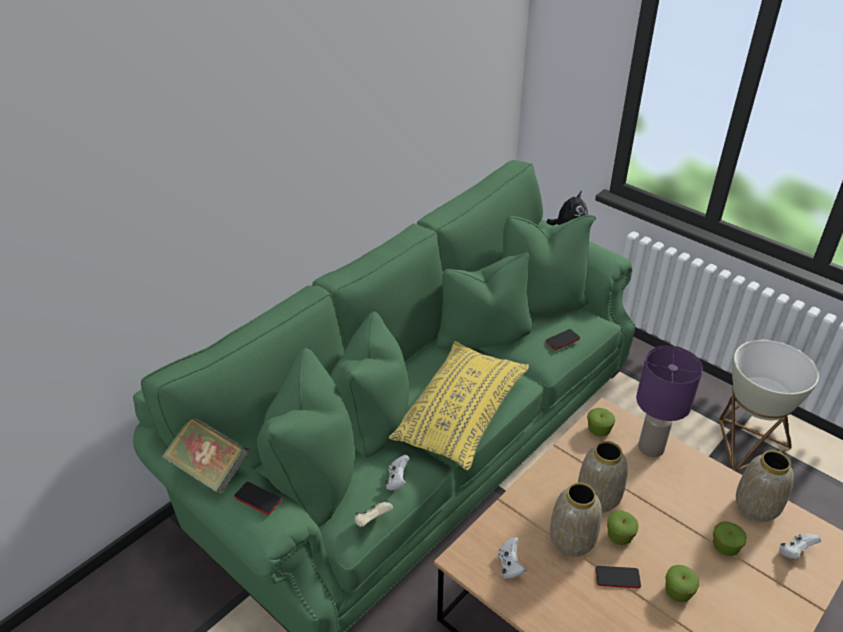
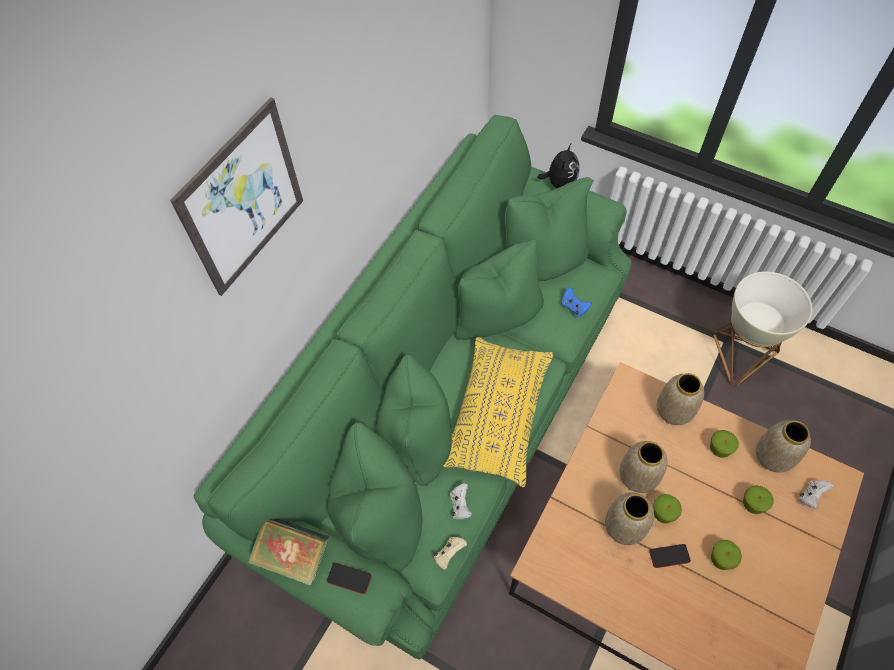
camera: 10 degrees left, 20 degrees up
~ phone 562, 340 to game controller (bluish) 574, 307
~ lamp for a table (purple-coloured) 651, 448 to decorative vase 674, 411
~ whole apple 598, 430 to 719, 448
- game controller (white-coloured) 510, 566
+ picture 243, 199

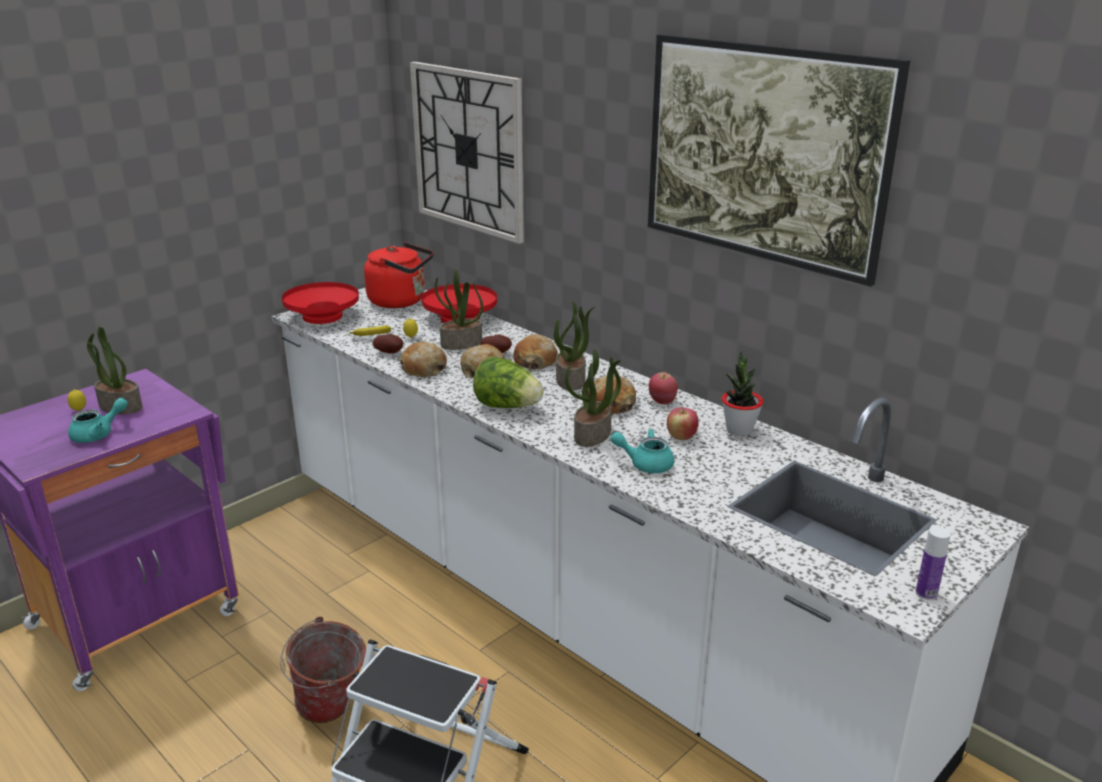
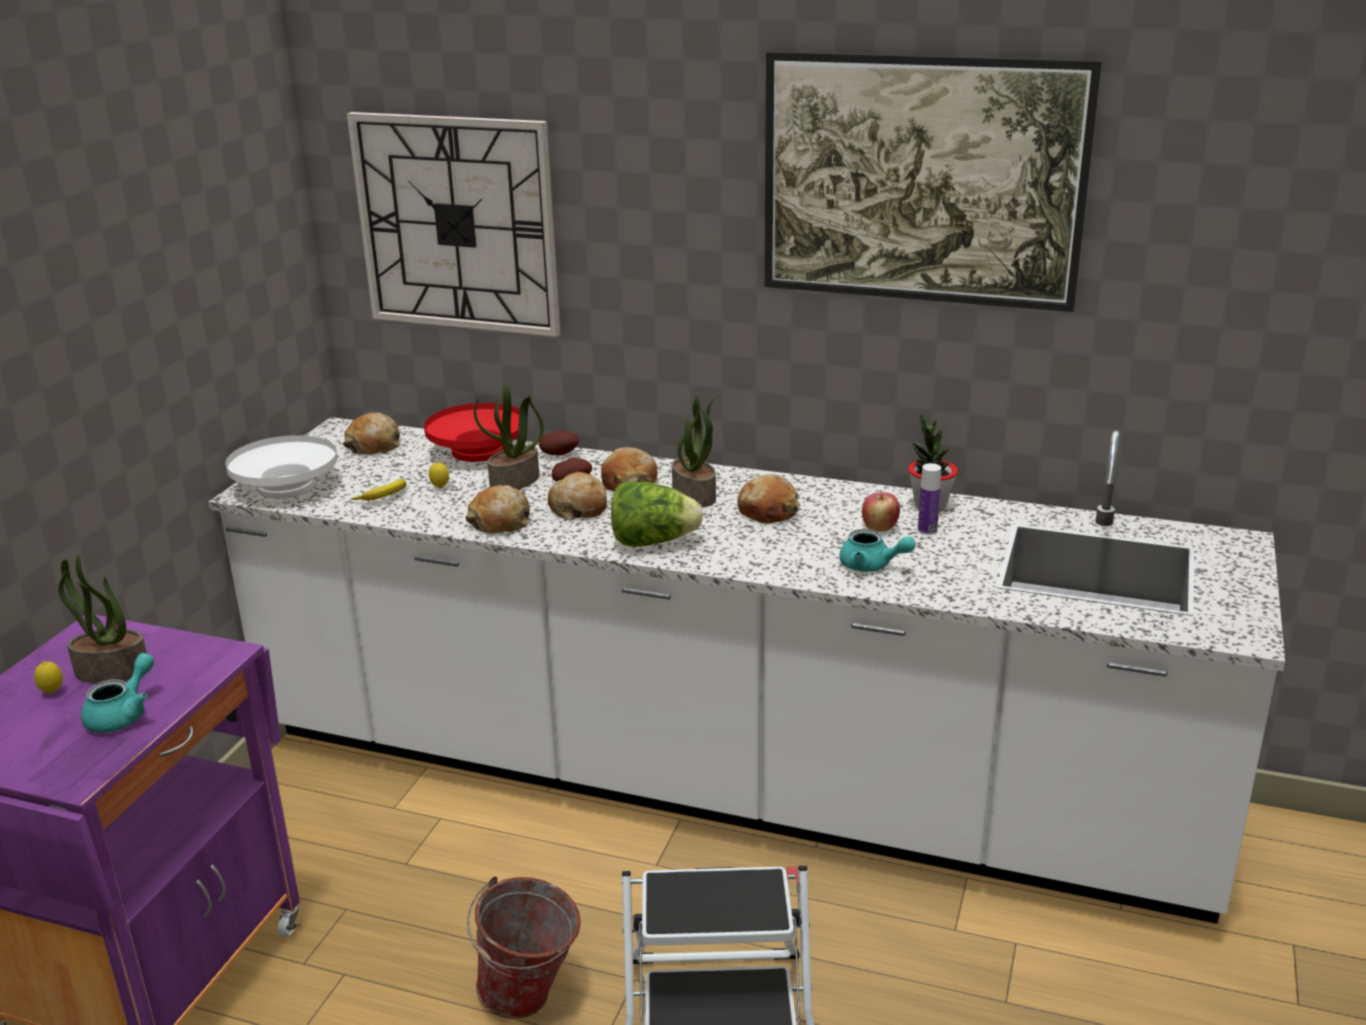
camera: 25 degrees left, 0 degrees up
~ tea kettle (red) 401, 301 to bread 374, 445
~ serving bowl (red) 323, 316 to serving bowl (white-coloured) 286, 487
~ spud 390, 353 to 560, 454
- potted plant 593, 435
- whole apple 662, 401
~ tea pot (turquoise) 645, 463 = 871, 566 135 degrees counterclockwise
~ drink bottle 926, 593 to 927, 530

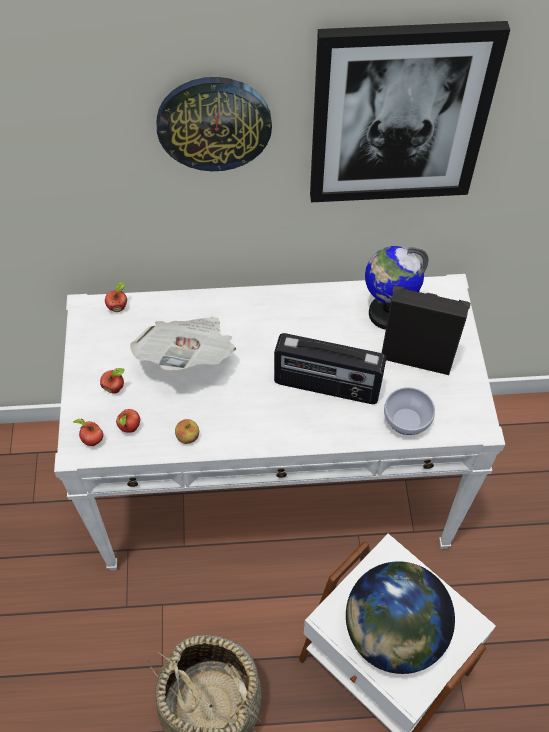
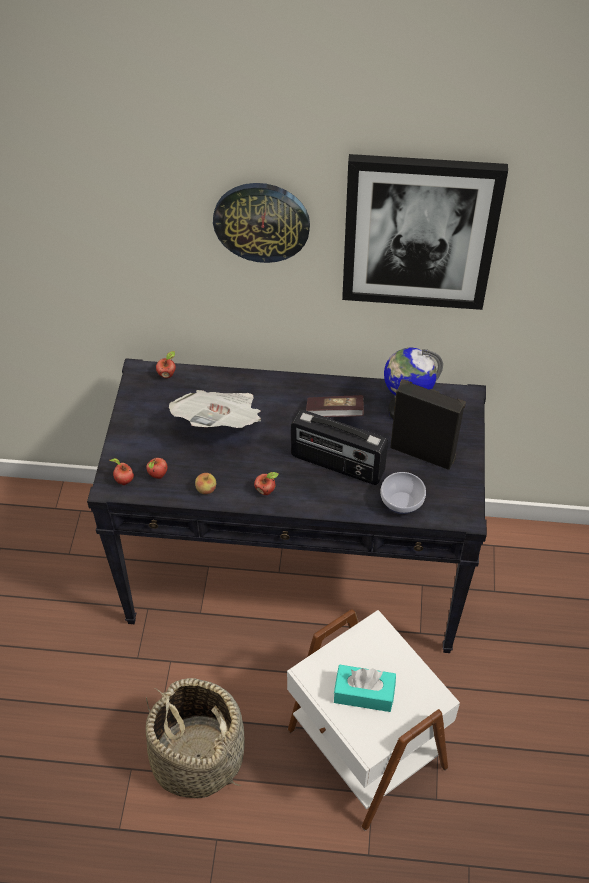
camera: 10 degrees right, 5 degrees down
~ hall table (white-coloured) 275, 485 to hall table (black-coloured) 296, 572
~ whole apple 115, 388 to 266, 491
~ desk globe 393, 633 to tissue holder (turquoise) 364, 693
+ volume 335, 414

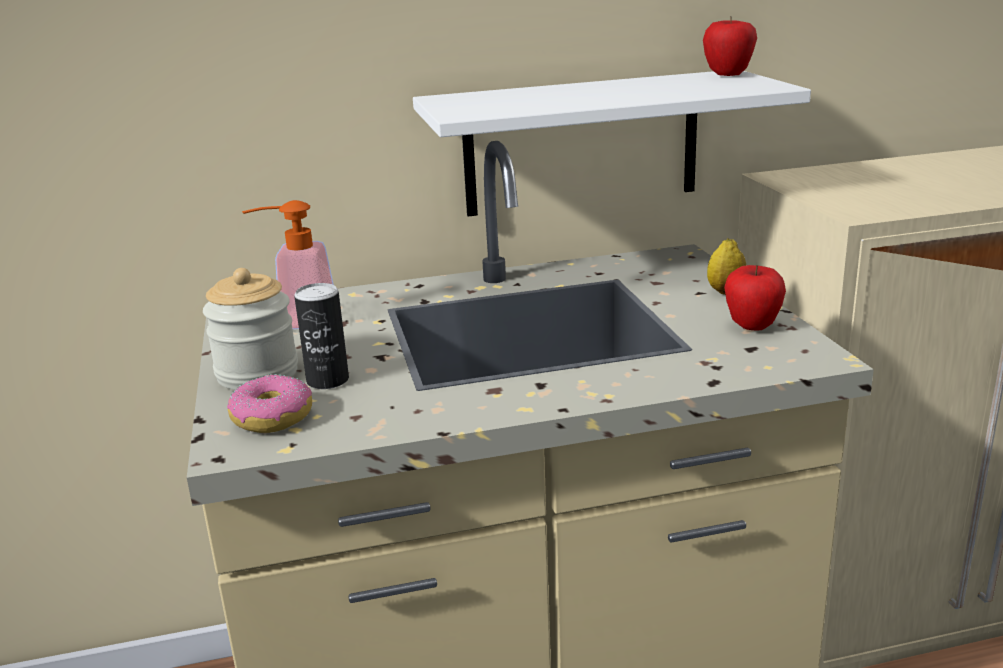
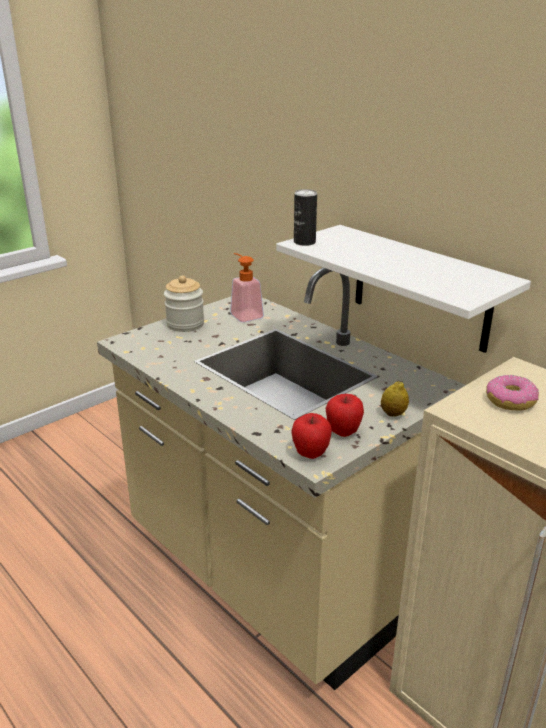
camera: 60 degrees right, 5 degrees up
~ whole apple 728, 75 to 310, 454
~ can 328, 380 to 304, 242
~ donut 272, 417 to 510, 400

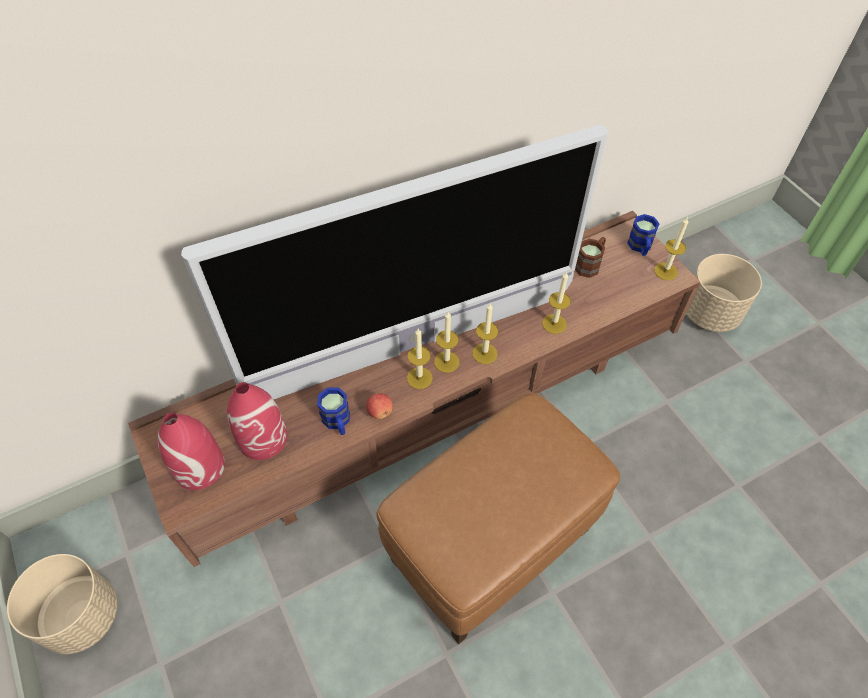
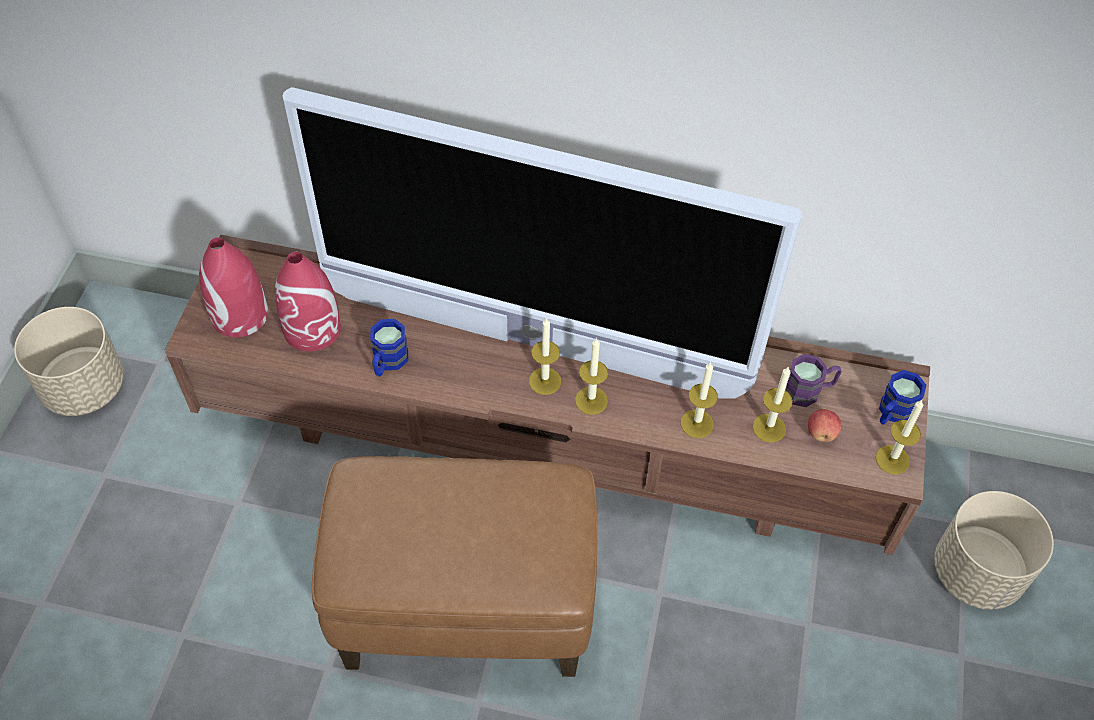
camera: 40 degrees right, 0 degrees up
~ tea mug (brown-coloured) 590, 264 to tea mug (purple-coloured) 809, 391
~ wax light 419, 378 to 769, 428
~ whole apple 380, 412 to 821, 433

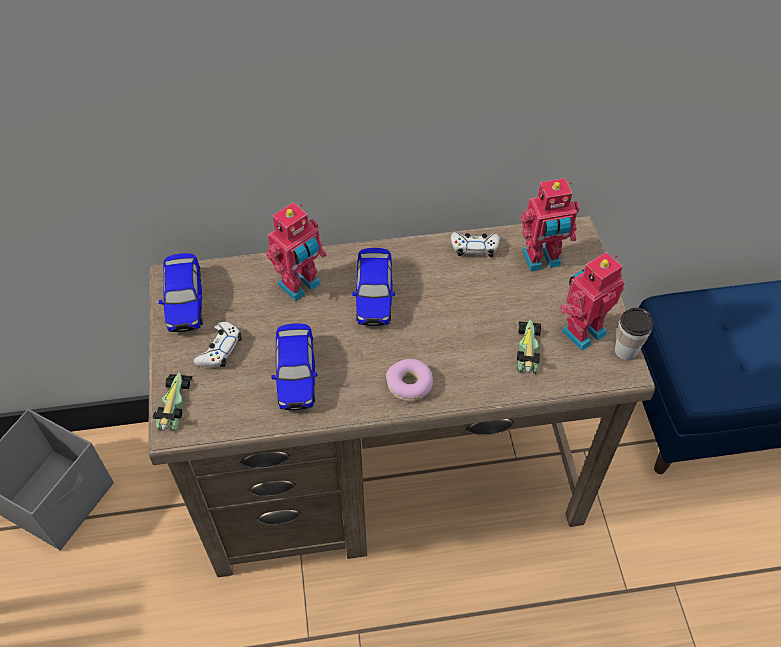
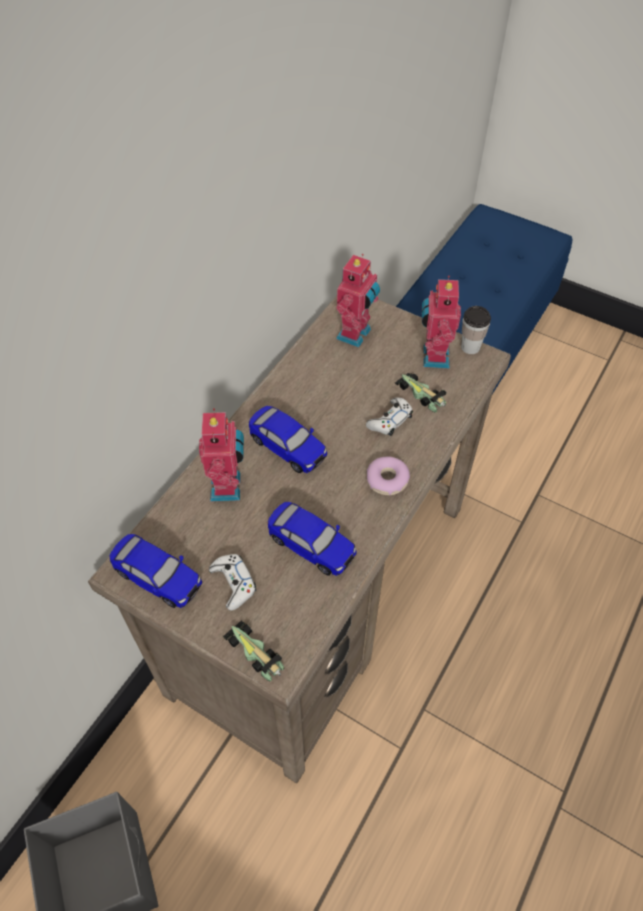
camera: 50 degrees left, 0 degrees up
~ game controller (white-coloured) 474, 247 to 390, 420

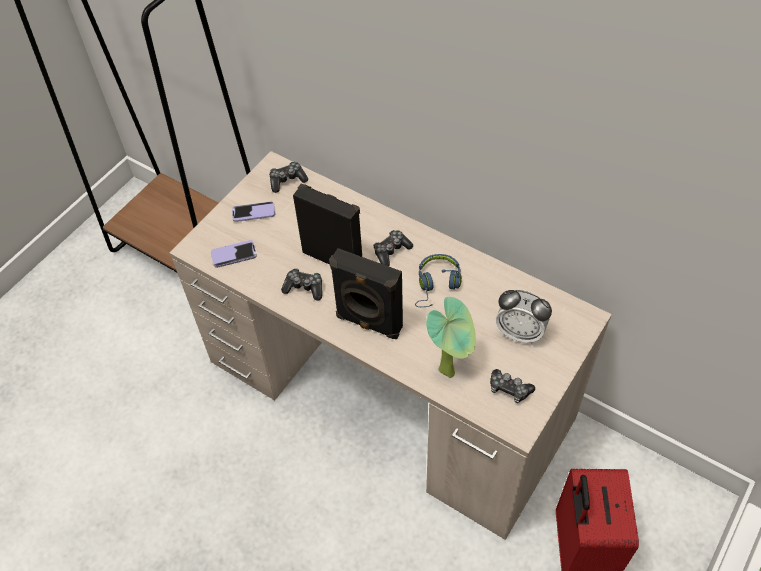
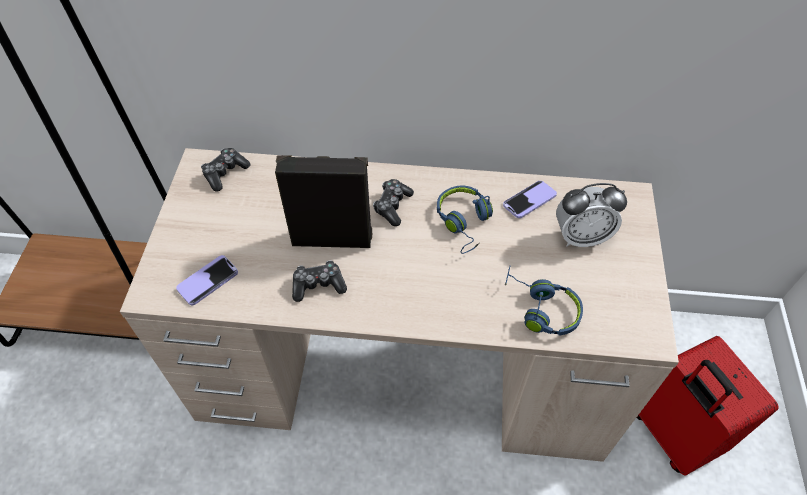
camera: 30 degrees left, 0 degrees up
~ phone 253, 212 to 529, 200
- loudspeaker (black-coloured) 368, 323
~ potted plant 450, 370 to headphones (bluish) 540, 308
- game controller 509, 389

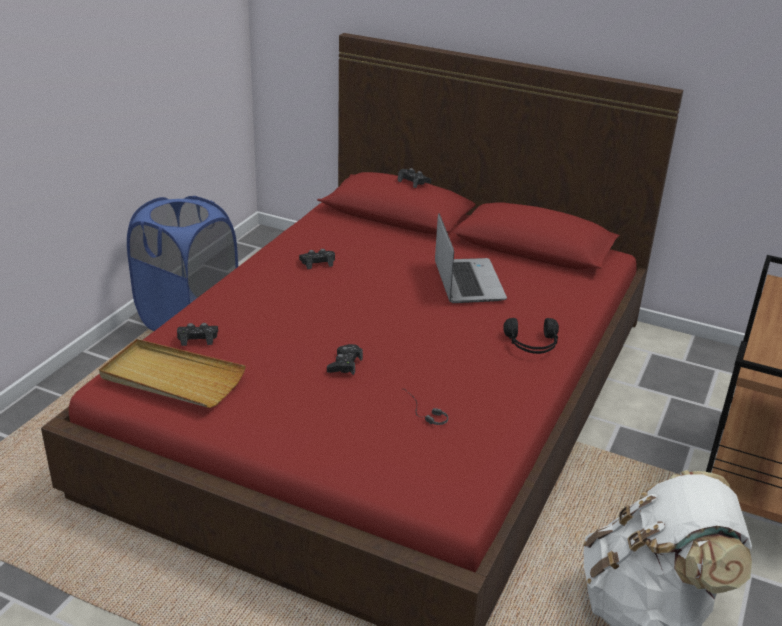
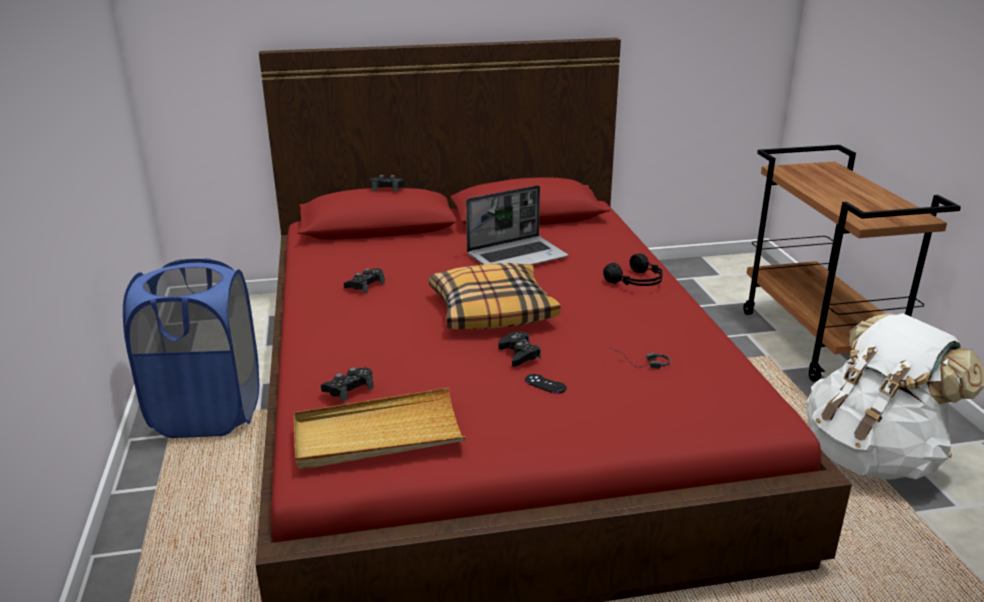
camera: 35 degrees left, 5 degrees down
~ notebook computer 467, 282 = 517, 256 105 degrees clockwise
+ throw pillow 492, 310
+ game controller (black-coloured) 545, 384

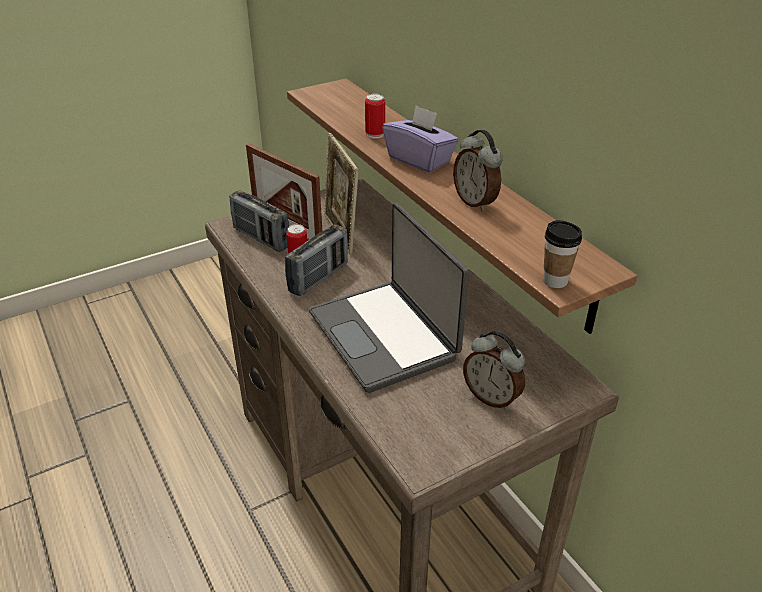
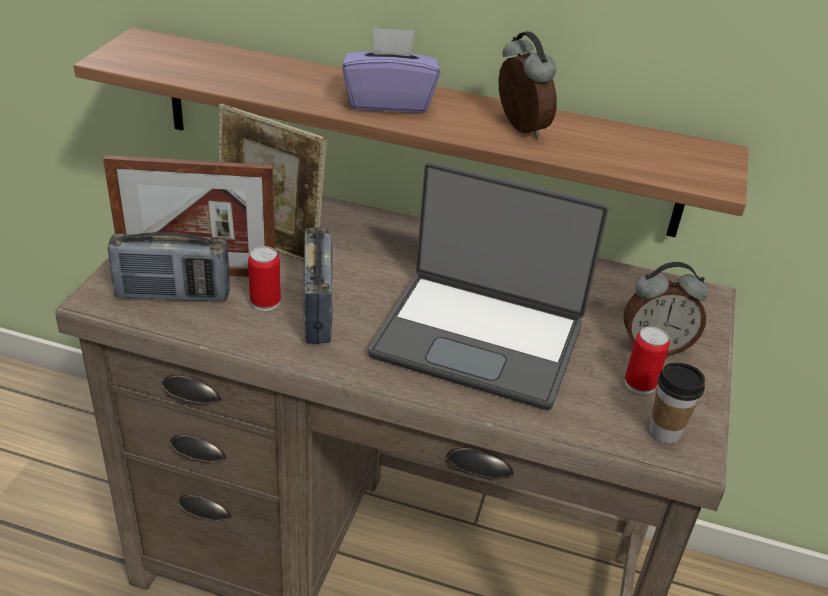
camera: 45 degrees left, 0 degrees up
~ can 375, 134 to 640, 384
~ alarm clock 475, 202 = 519, 129 135 degrees counterclockwise
~ small cup 555, 281 to 664, 432

